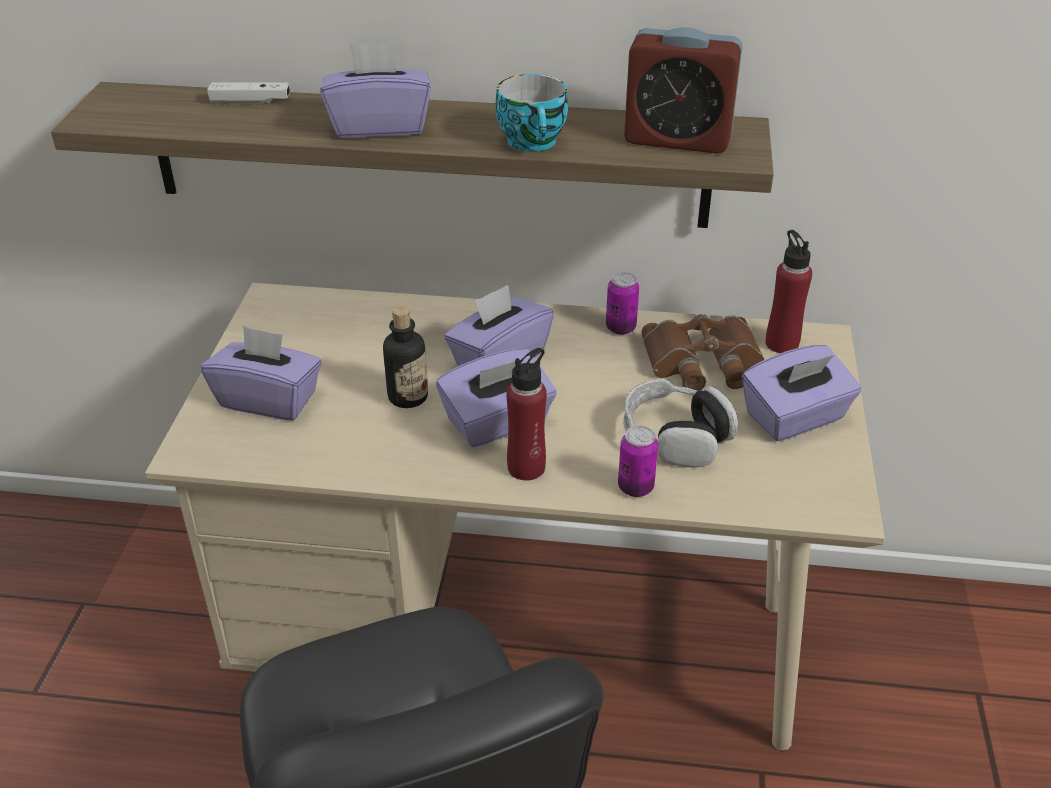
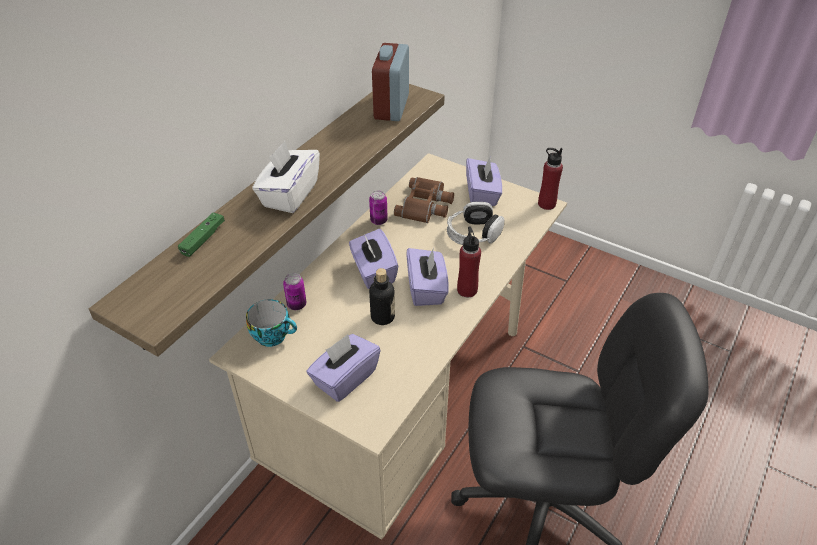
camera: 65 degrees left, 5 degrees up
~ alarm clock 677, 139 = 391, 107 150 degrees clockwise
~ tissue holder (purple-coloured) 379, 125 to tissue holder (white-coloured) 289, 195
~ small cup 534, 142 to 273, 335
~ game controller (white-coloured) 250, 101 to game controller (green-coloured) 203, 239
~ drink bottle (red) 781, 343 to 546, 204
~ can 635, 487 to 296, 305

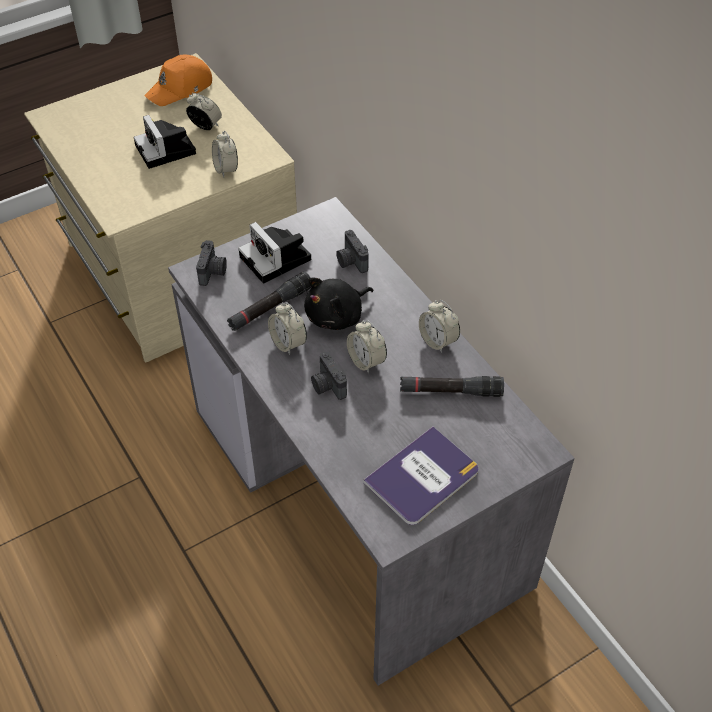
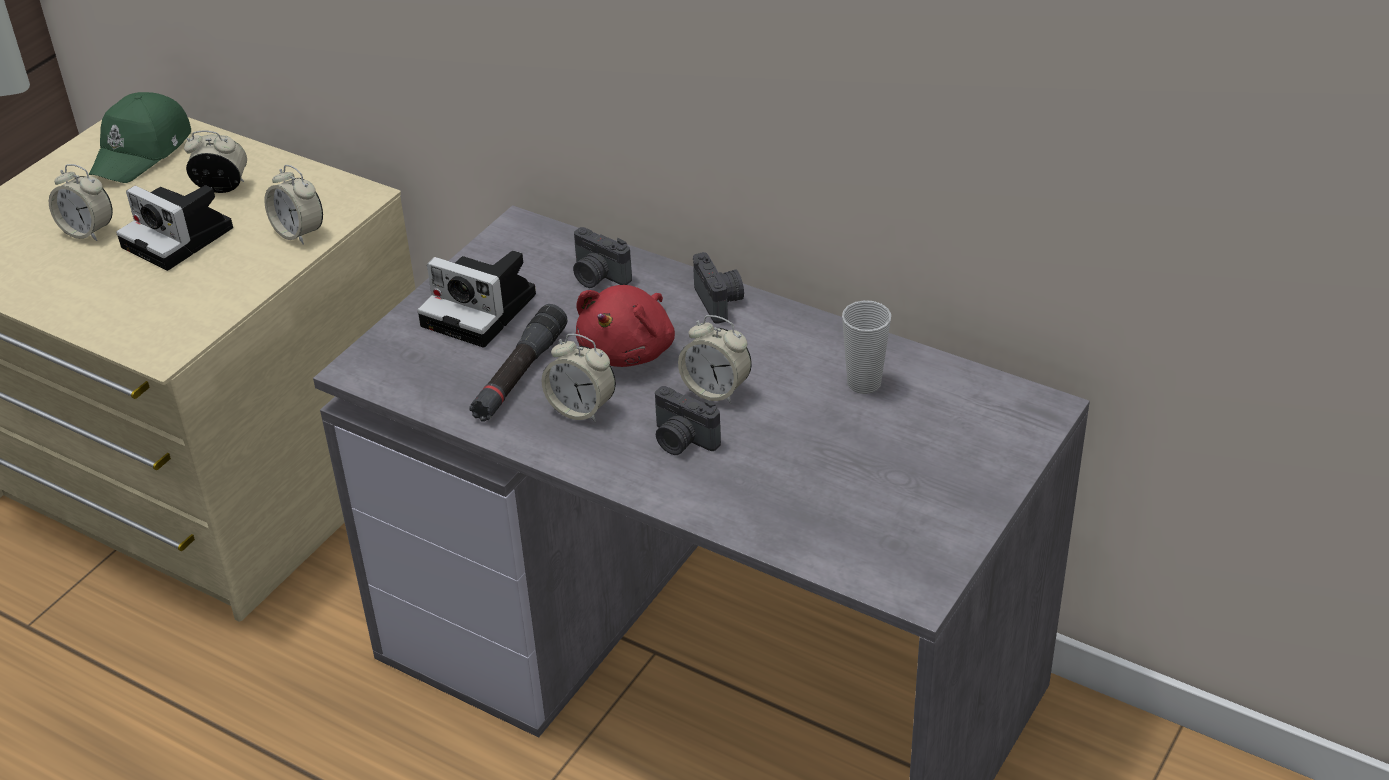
camera: 25 degrees left, 10 degrees down
~ baseball cap (orange-coloured) 180, 88 to baseball cap (green-coloured) 143, 151
~ photo camera 213, 272 to 720, 301
~ plush toy (black-coloured) 337, 316 to plush toy (red) 629, 350
~ alarm clock 438, 341 to 88, 231
~ hand torch (black-coloured) 450, 391 to small cup 864, 383
- volume 422, 477

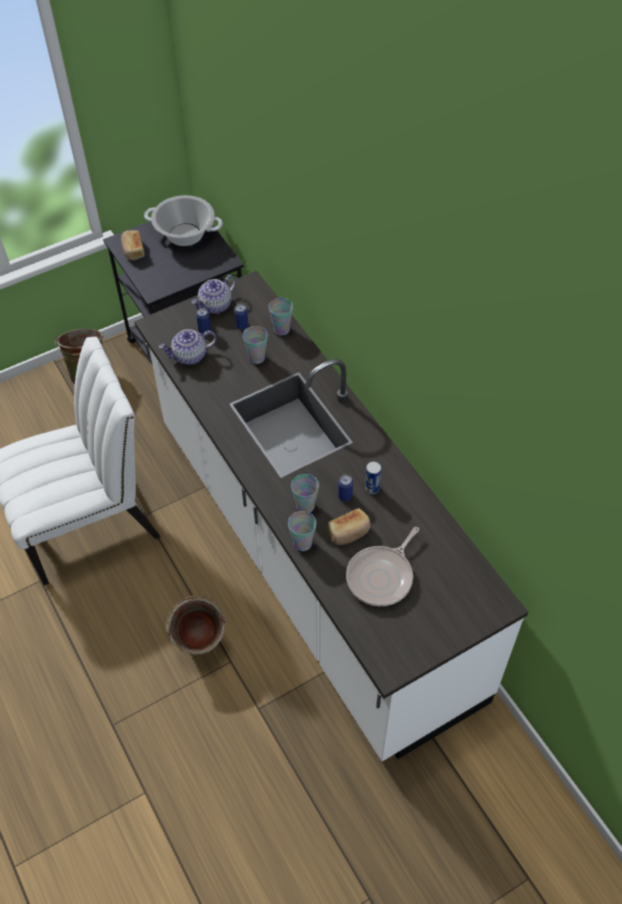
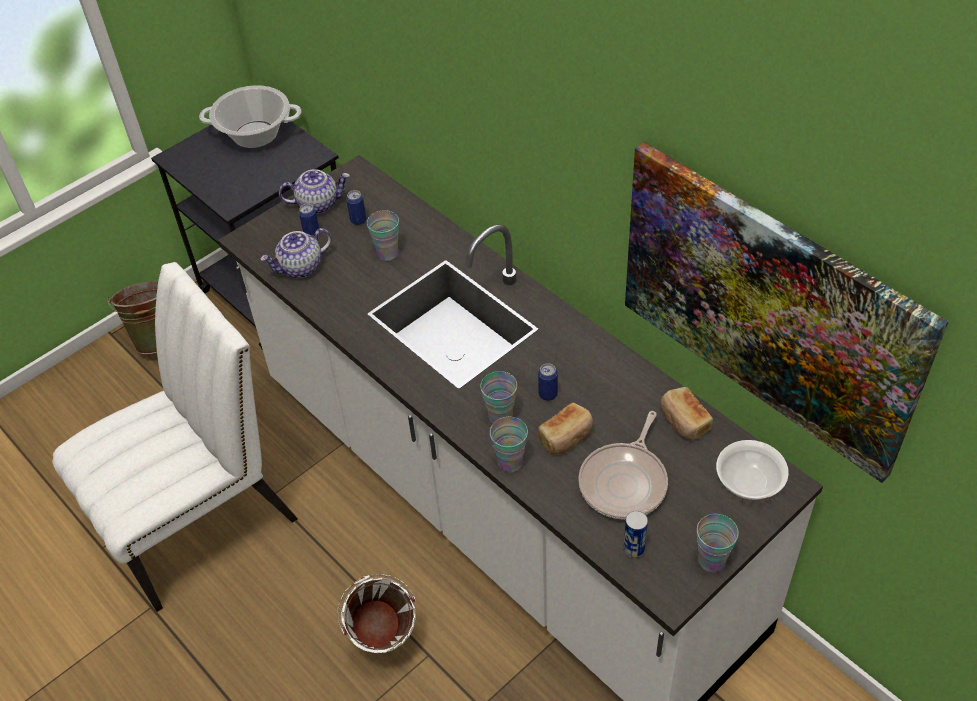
camera: 10 degrees left, 5 degrees down
~ bread 133, 250 to 684, 421
~ tea pot 215, 306 = 318, 204 135 degrees counterclockwise
~ small cup 281, 329 to 711, 560
~ can 372, 488 to 633, 549
~ bucket (green-coloured) 200, 646 to bucket (white-coloured) 383, 644
+ picture 767, 308
+ serving bowl 749, 481

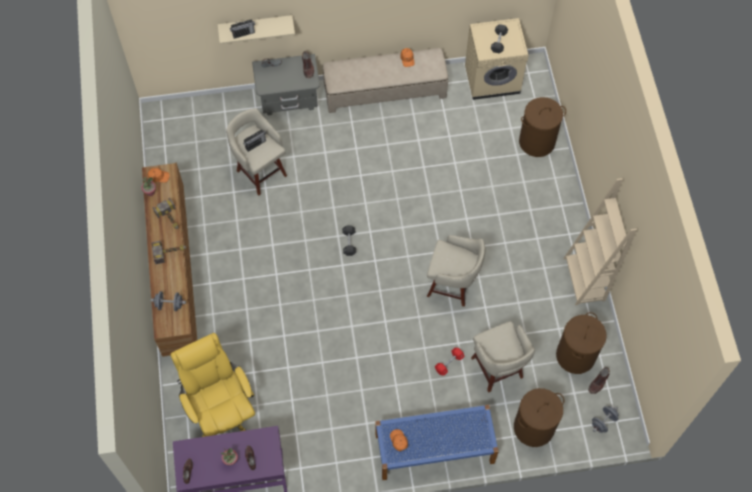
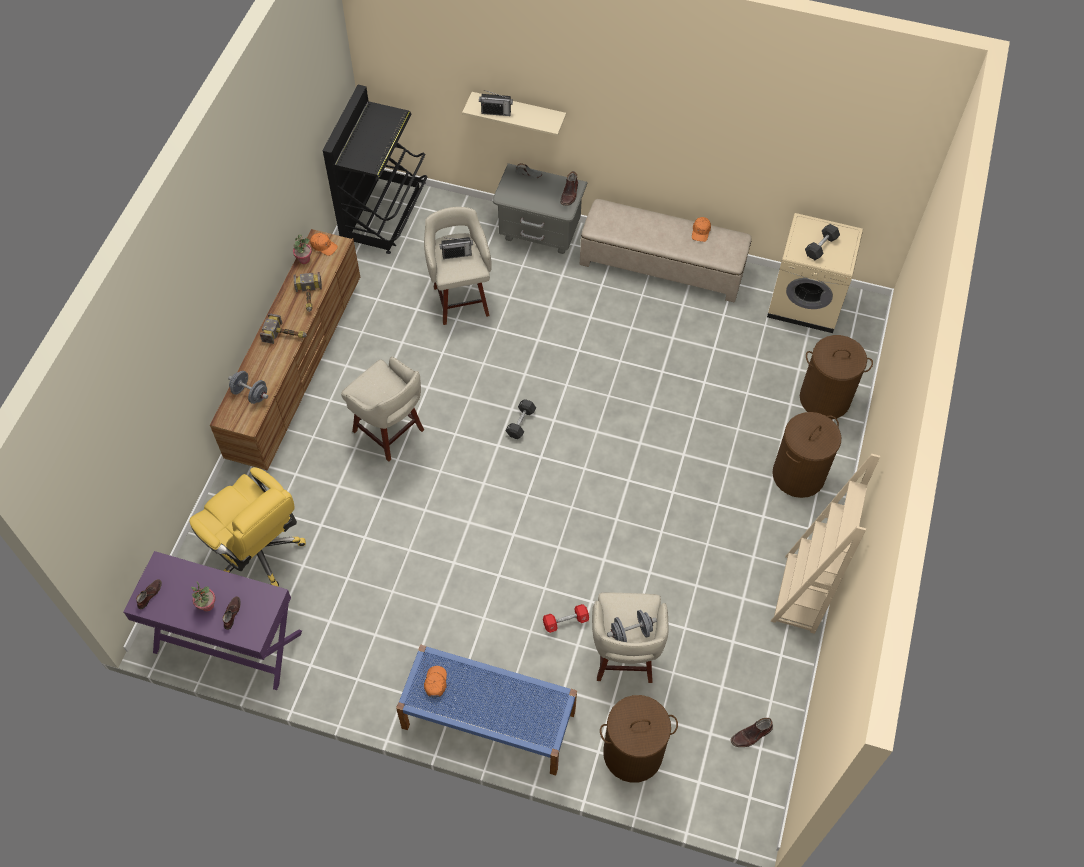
camera: 25 degrees right, 5 degrees down
~ stool seat (beige) 452, 286 to 390, 433
~ laundry basket (brown-coloured) 576, 355 to 798, 475
~ office chair (yellowish) 221, 409 = 258, 551 135 degrees clockwise
~ free weight (greyish) 603, 422 to 631, 632
+ shoe rack (black-coloured) 385, 216

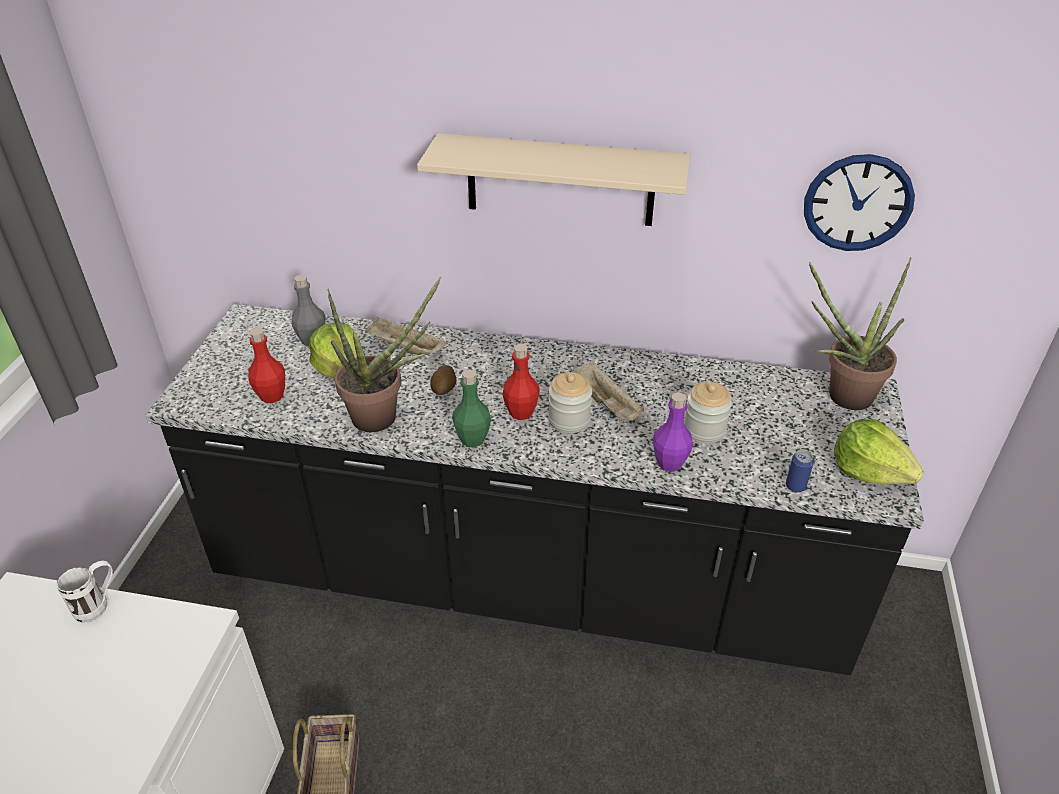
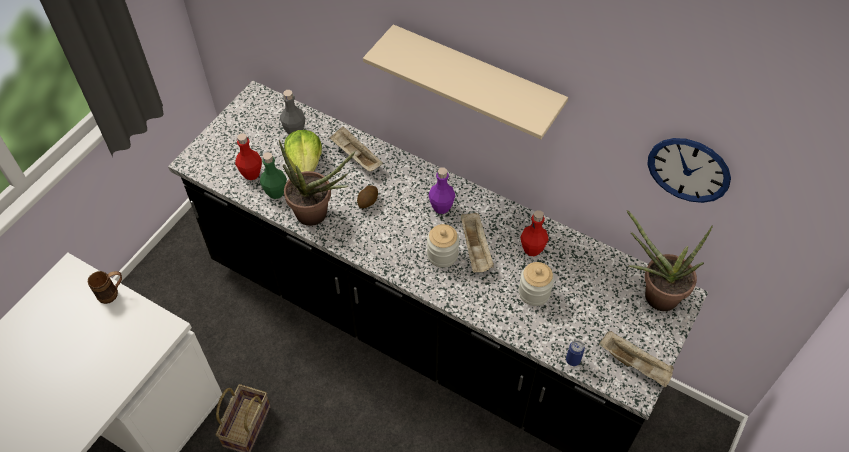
camera: 20 degrees right, 15 degrees up
~ drink bottle (red) 521, 412 to 532, 249
~ drink bottle (green-coloured) 472, 439 to 276, 192
~ drink bottle (purple-coloured) 669, 463 to 441, 207
~ lettuce 869, 470 to carrying tray (beige) 635, 364
~ tea mug (white-coloured) 98, 605 to tea mug (brown-coloured) 113, 293

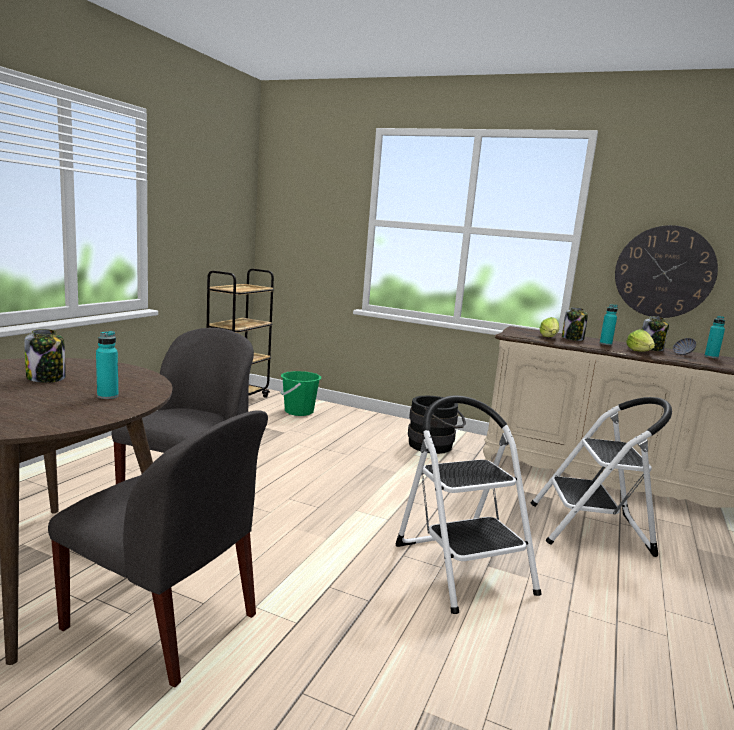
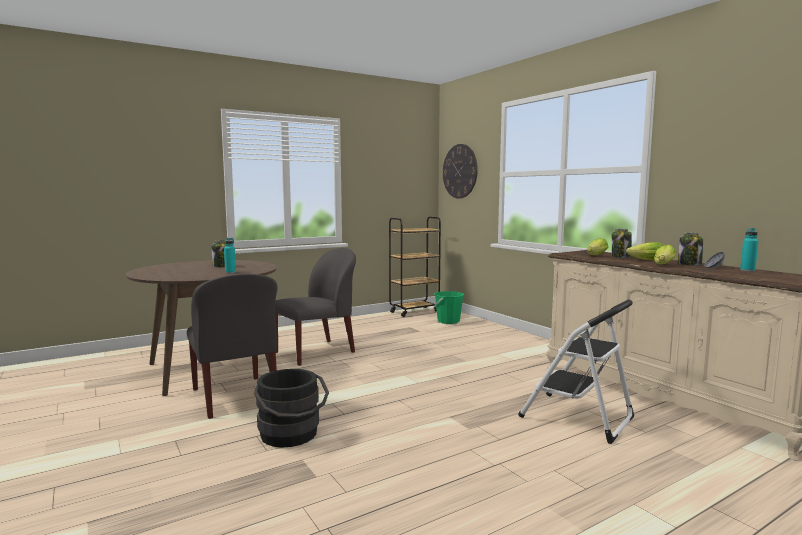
camera: 35 degrees right, 5 degrees down
~ hanging clock 664, 272 to 460, 171
~ drink bottle (turquoise) 605, 344 to lettuce 645, 260
- step ladder 461, 566
~ bucket (black-coloured) 435, 446 to 291, 436

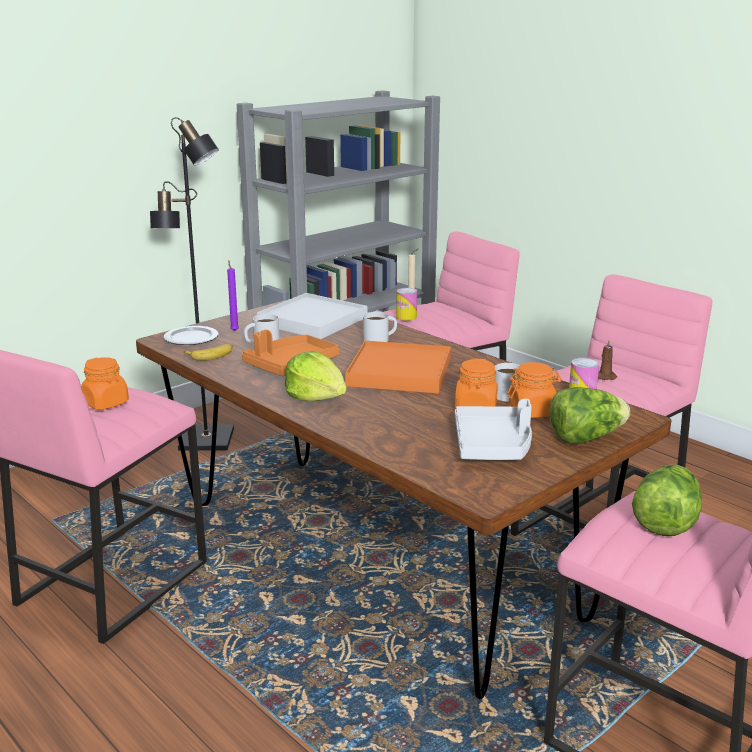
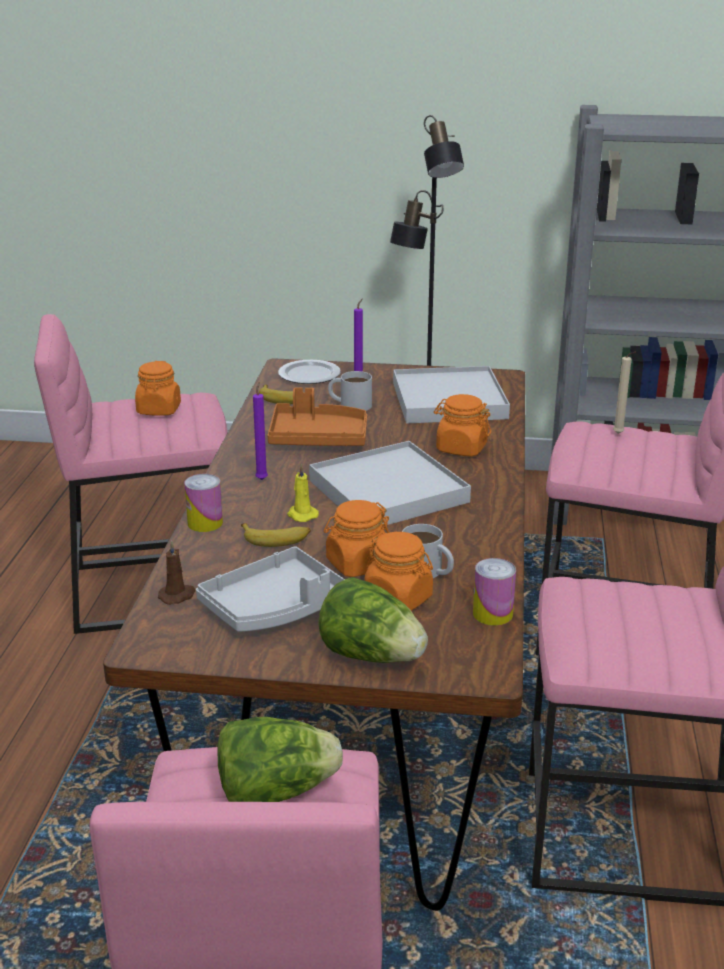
camera: 50 degrees right, 5 degrees up
~ can 406, 317 to 205, 523
~ tea mug (white-coloured) 380, 339 to storage jar (orange-coloured) 461, 448
~ wax light (brown-coloured) 605, 376 to 177, 595
~ carrying tray (orange-coloured) 399, 372 to carrying tray (white-coloured) 387, 491
~ lettuce 316, 397 to wax light (purple-coloured) 262, 479
+ wax light (yellowish) 301, 515
+ banana 276, 539

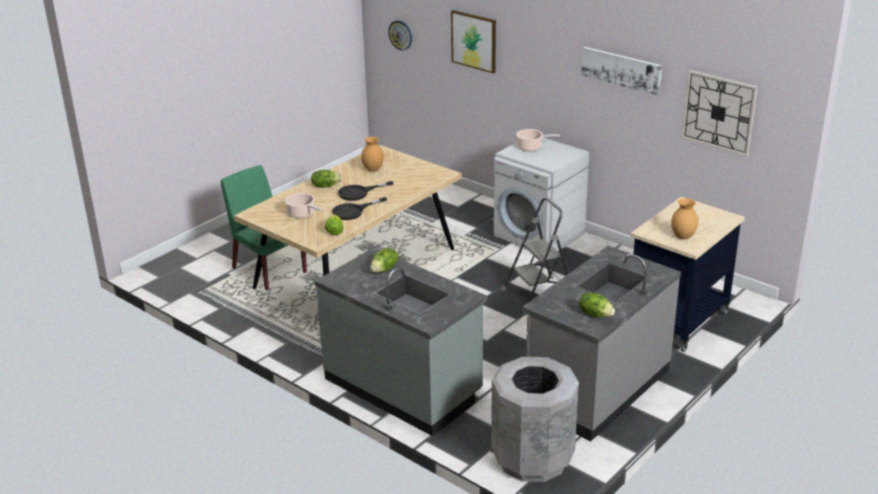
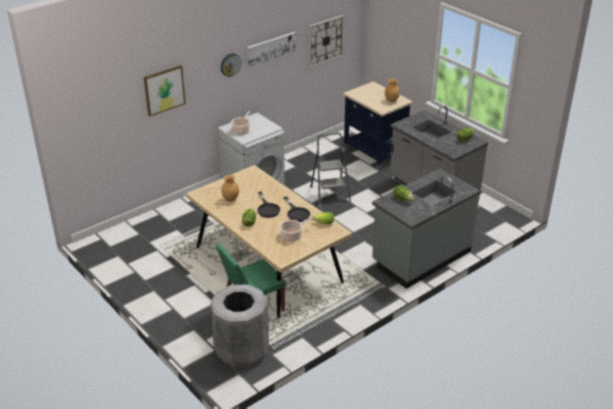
camera: 80 degrees left, 5 degrees up
~ hanging clock 400, 35 to 230, 64
~ rubbish bin (greyish) 532, 459 to 242, 351

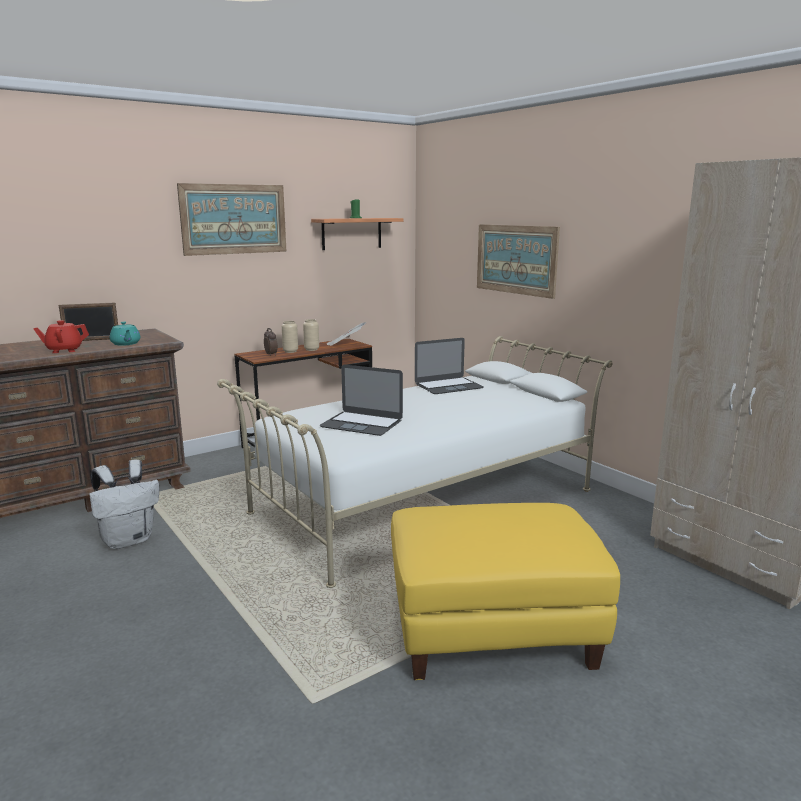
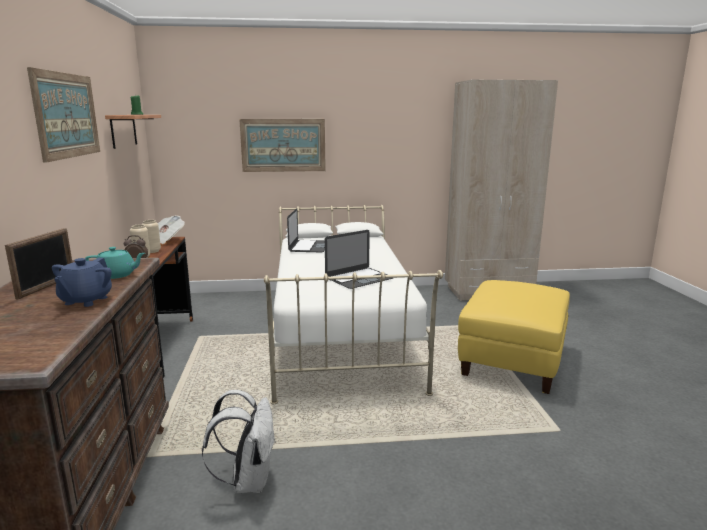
camera: 60 degrees left, 0 degrees up
~ tea pot (red) 64, 350 to tea pot (bluish) 86, 300

